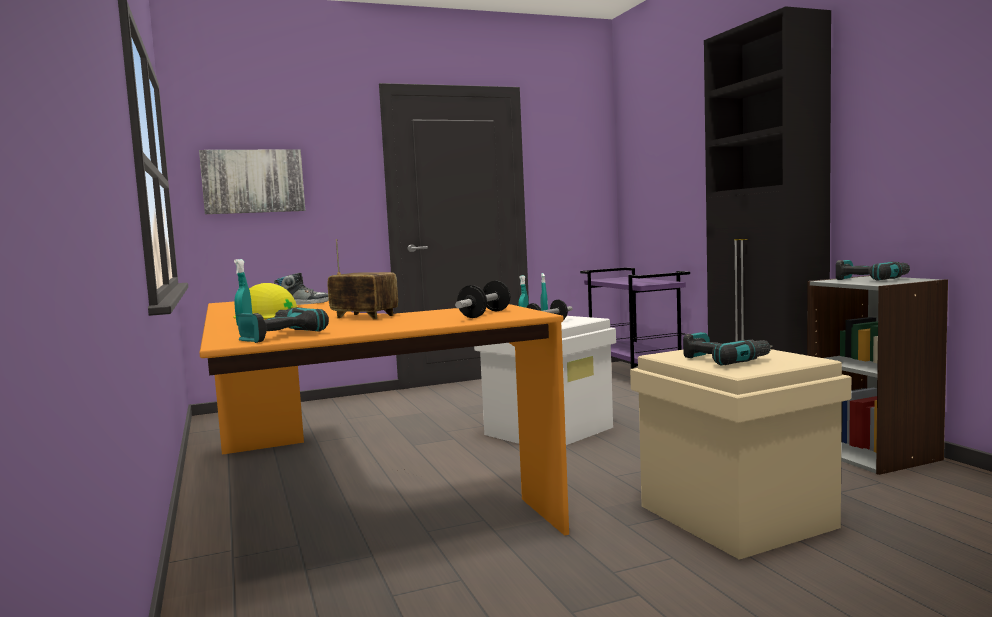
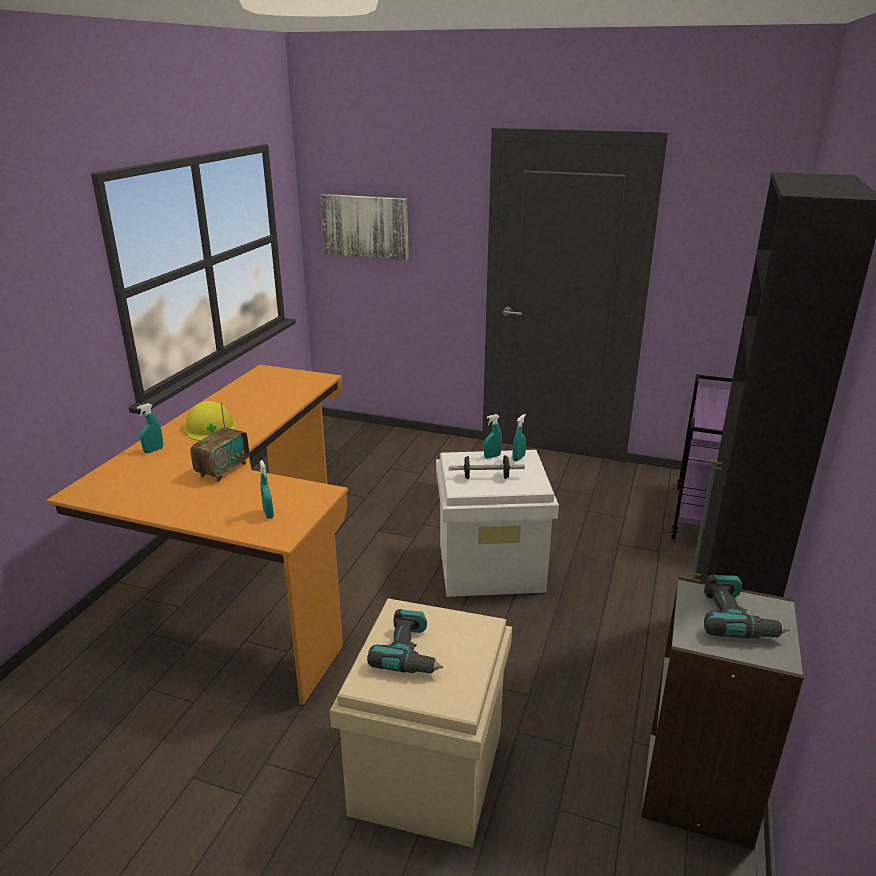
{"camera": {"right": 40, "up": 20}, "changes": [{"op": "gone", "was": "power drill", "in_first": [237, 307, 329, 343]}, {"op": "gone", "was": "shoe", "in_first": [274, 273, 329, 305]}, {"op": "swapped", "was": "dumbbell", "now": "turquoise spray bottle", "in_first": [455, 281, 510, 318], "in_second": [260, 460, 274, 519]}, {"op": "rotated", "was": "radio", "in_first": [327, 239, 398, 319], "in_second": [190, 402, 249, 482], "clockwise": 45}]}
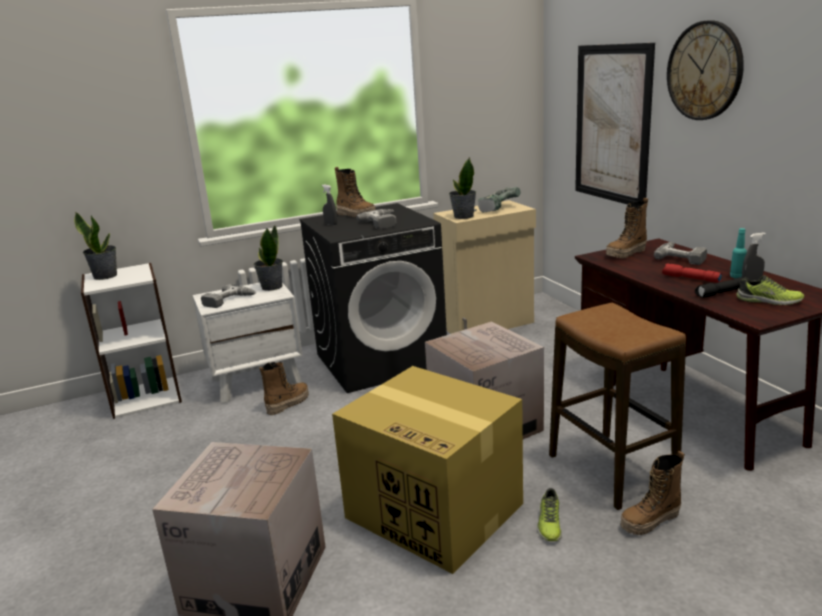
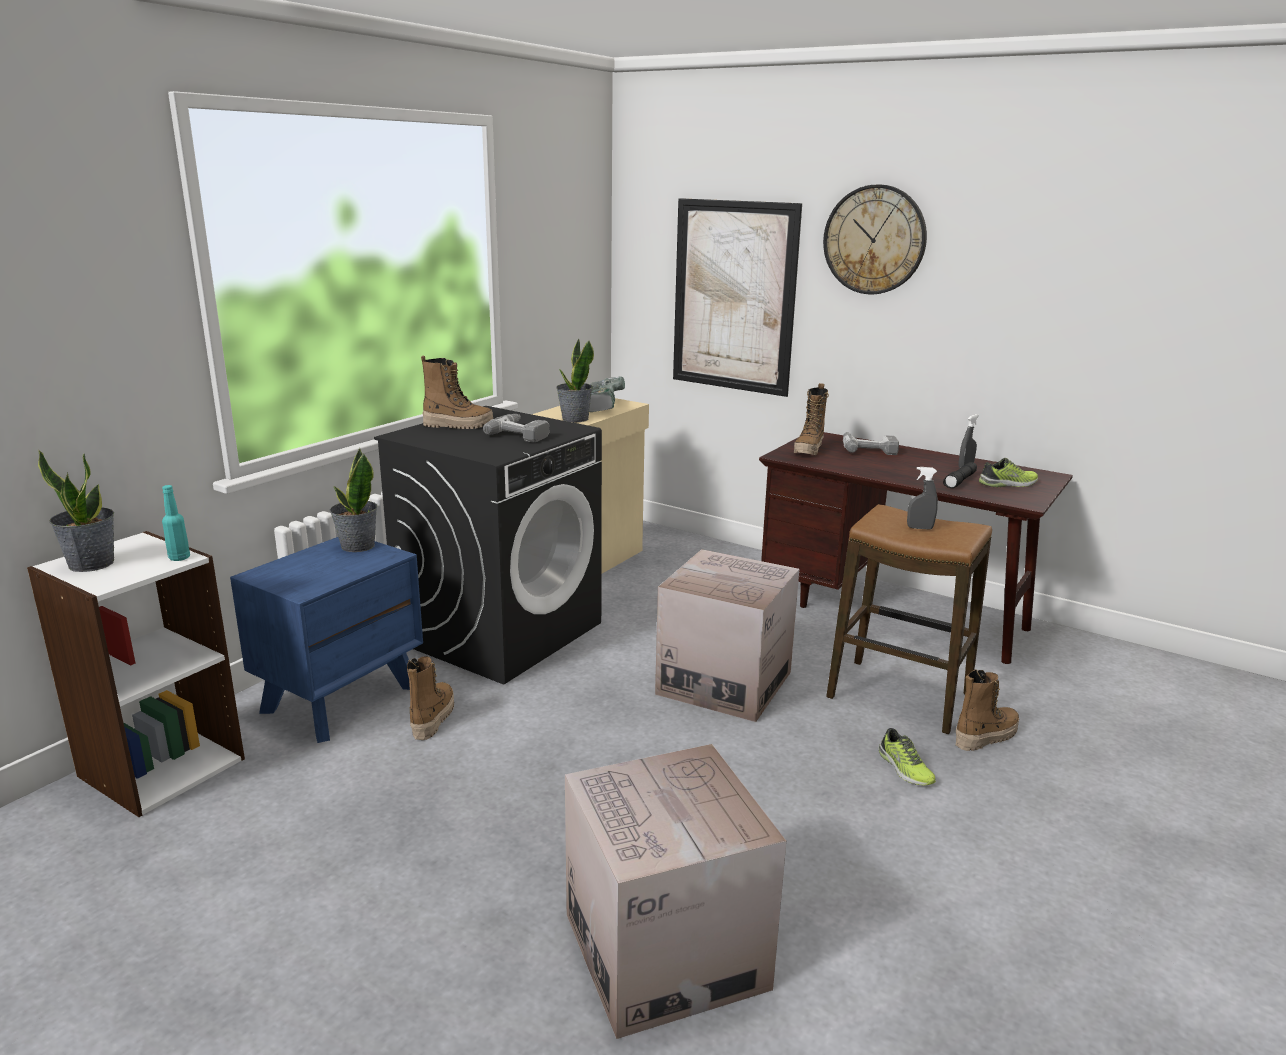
{"camera": {"right": -35, "up": 0}, "changes": [{"op": "gone", "was": "power drill", "in_first": [201, 285, 256, 308]}, {"op": "gone", "was": "cardboard box", "in_first": [332, 366, 523, 574]}, {"op": "gone", "was": "red flashlight", "in_first": [662, 263, 722, 283]}, {"op": "shifted", "was": "grey spray bottle", "in_first": [322, 185, 337, 226], "in_second": [907, 467, 938, 529]}, {"op": "shifted", "was": "turquoise bottle", "in_first": [730, 228, 747, 278], "in_second": [162, 485, 190, 561]}, {"op": "repainted", "was": "white nightstand", "now": "blue nightstand", "in_first": [193, 282, 303, 403], "in_second": [230, 537, 423, 743]}, {"op": "rotated", "was": "boot", "in_first": [621, 451, 685, 535], "in_second": [956, 669, 1019, 751], "clockwise": -150}]}
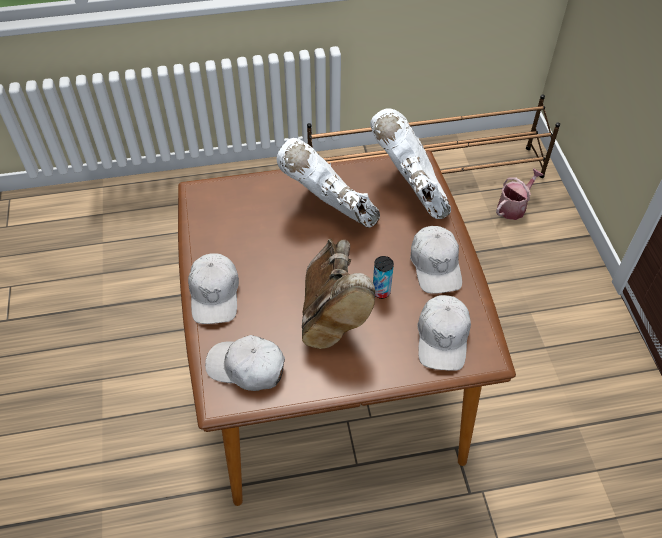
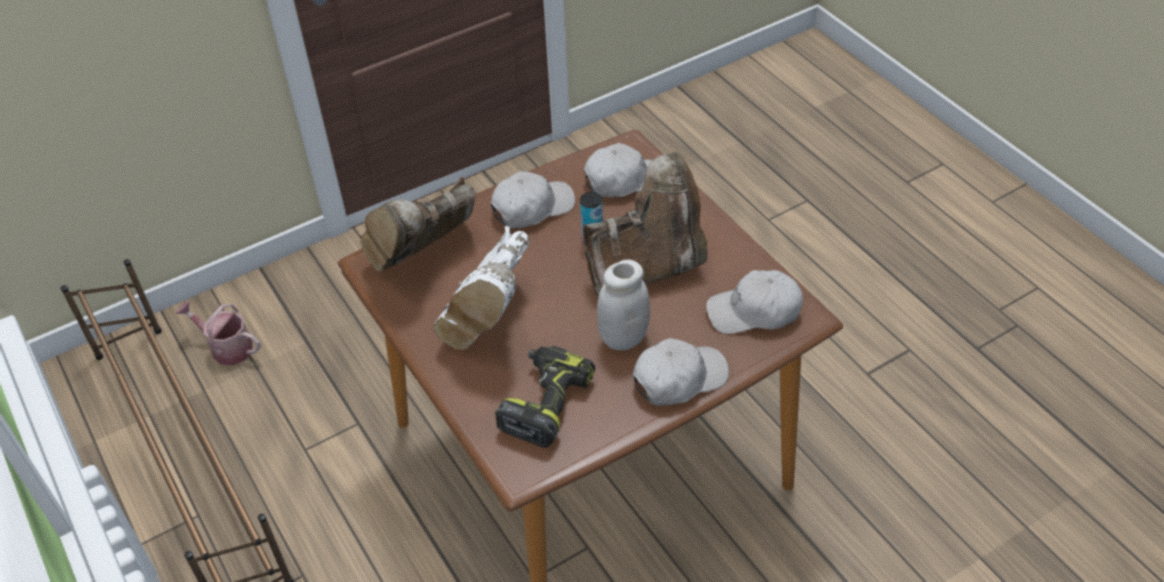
{"camera": {"right": -110, "up": -5}, "changes": [{"op": "new", "now": "power drill", "in_second": [495, 345, 595, 448]}, {"op": "new", "now": "white jar", "in_second": [597, 260, 650, 350]}, {"op": "repainted", "was": "white boot", "now": "brown boot", "in_first": [370, 108, 451, 219], "in_second": [360, 177, 476, 272]}, {"op": "rotated", "was": "white cap", "in_first": [205, 335, 285, 391], "in_second": [706, 270, 803, 334], "clockwise": 90}]}
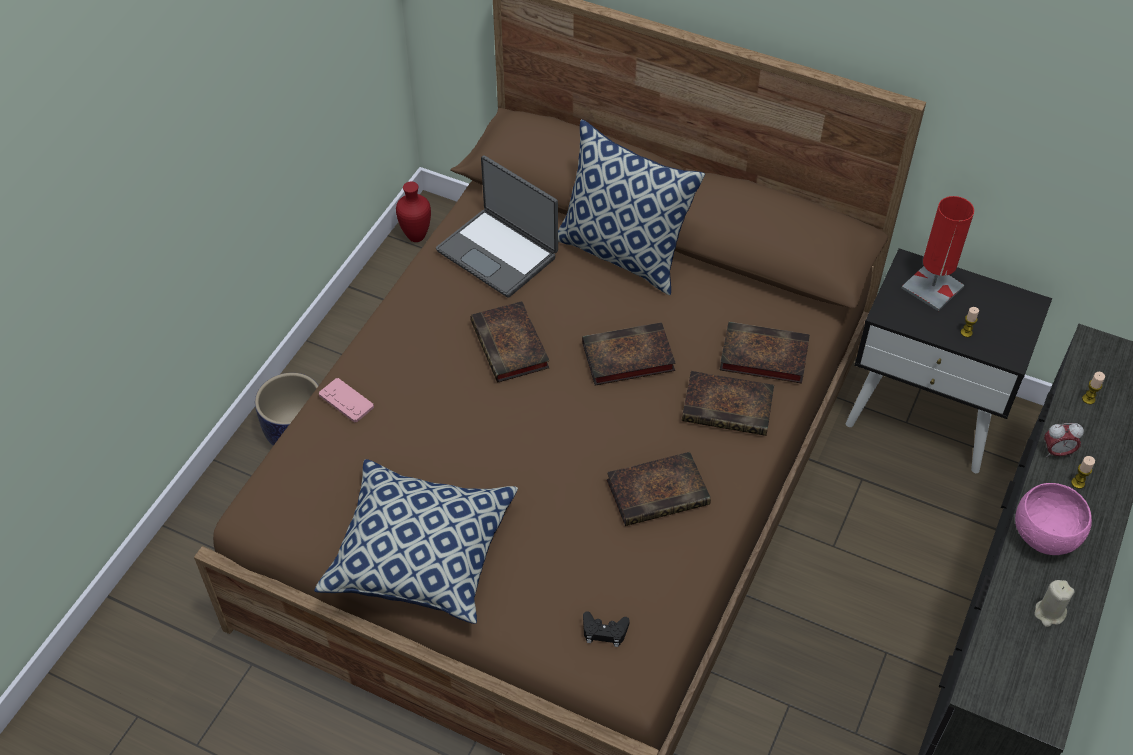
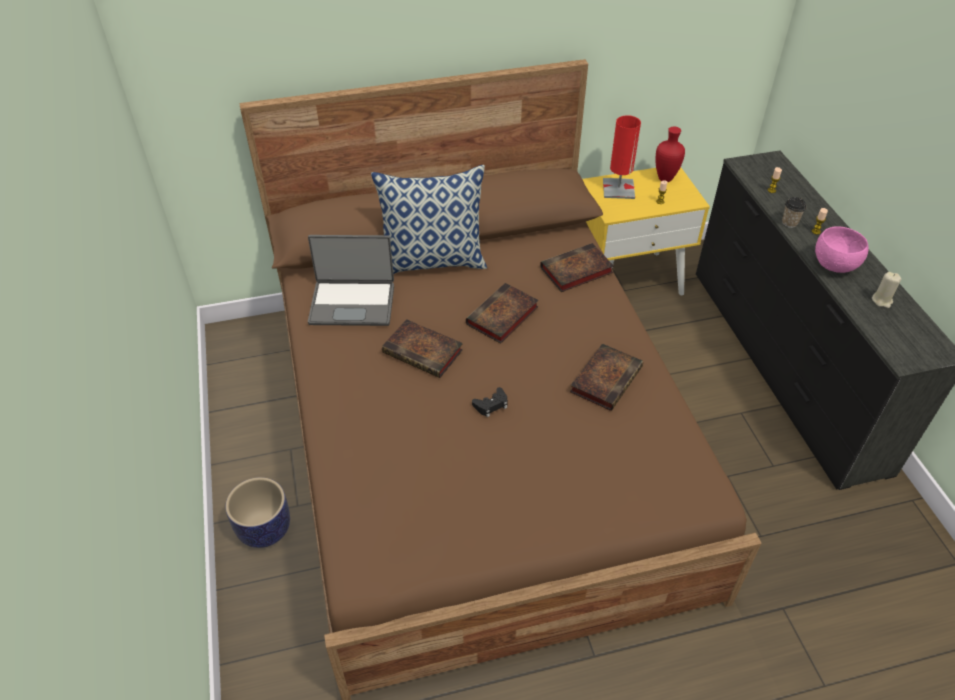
{"camera": {"right": -40, "up": -5}, "changes": [{"op": "gone", "was": "pillow", "in_first": [314, 459, 518, 624]}, {"op": "gone", "was": "pink game controller", "in_first": [319, 378, 374, 423]}, {"op": "gone", "was": "book", "in_first": [682, 371, 774, 436]}, {"op": "shifted", "was": "red vase", "in_first": [396, 182, 431, 242], "in_second": [656, 127, 685, 182]}, {"op": "shifted", "was": "black game controller", "in_first": [583, 612, 630, 647], "in_second": [472, 387, 508, 417]}, {"op": "swapped", "was": "alarm clock", "now": "cup", "in_first": [1044, 423, 1084, 457], "in_second": [782, 197, 806, 228]}, {"op": "repainted", "was": "black nightstand", "now": "yellow nightstand", "in_first": [846, 248, 1052, 473], "in_second": [582, 167, 710, 295]}]}
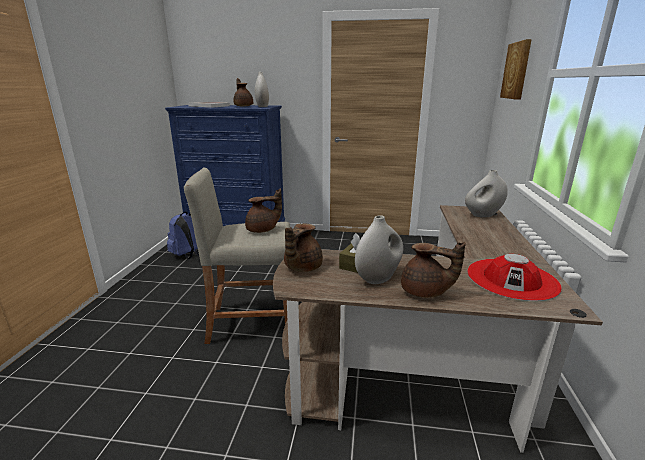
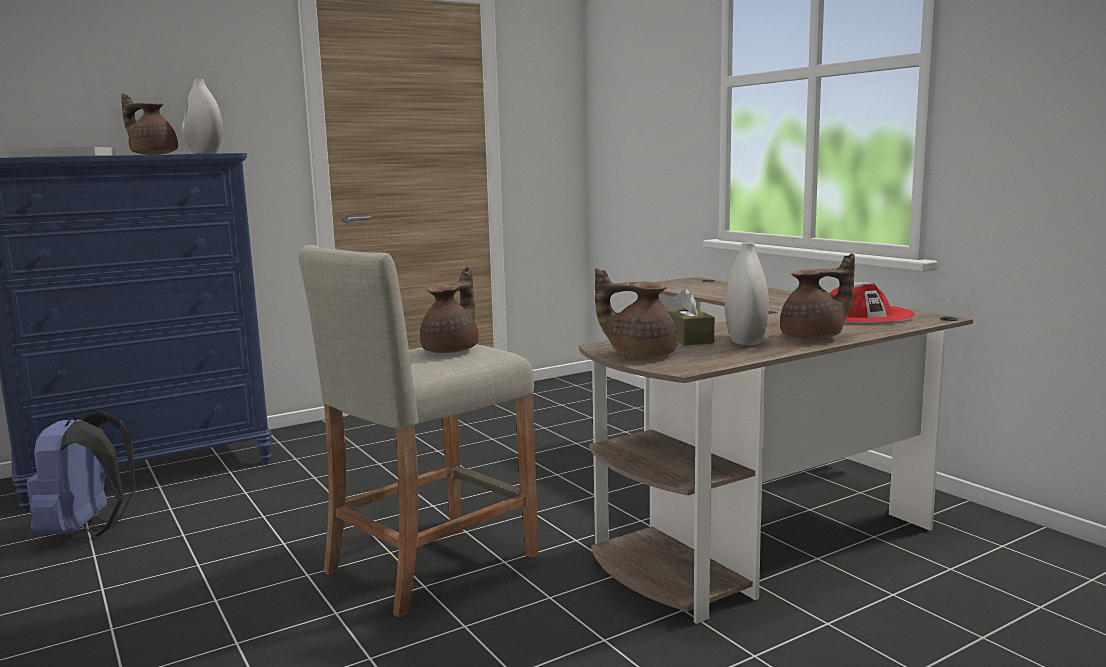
{"camera": {"right": -40, "up": -10}, "changes": [{"op": "gone", "was": "white vase", "in_first": [465, 170, 508, 218]}, {"op": "gone", "was": "picture", "in_first": [500, 39, 532, 100]}, {"op": "rotated", "was": "brown teapot", "in_first": [284, 223, 323, 272], "in_second": [595, 268, 677, 358], "clockwise": 120}]}
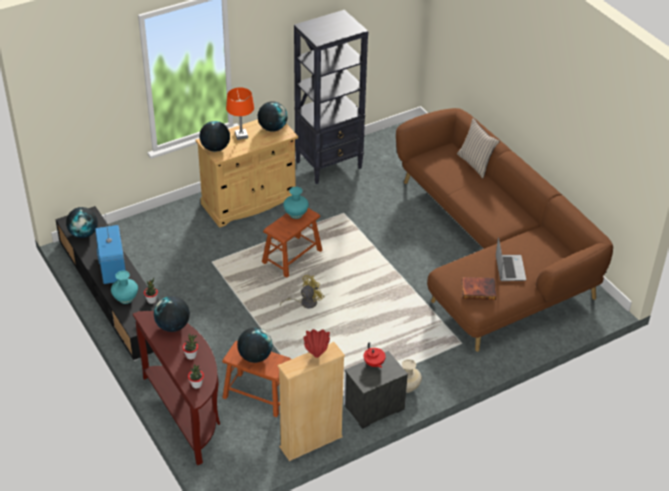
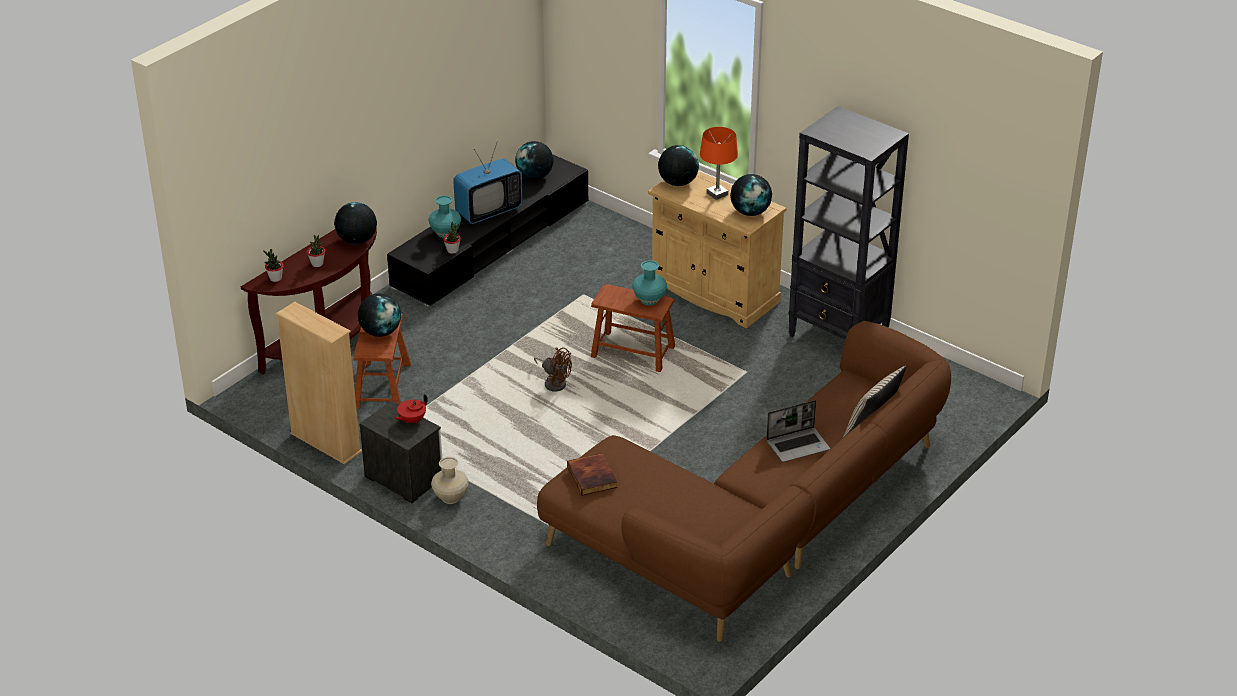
{"camera": {"right": 70, "up": -5}, "changes": [{"op": "gone", "was": "red vase", "in_first": [303, 329, 330, 358]}, {"op": "shifted", "was": "laptop", "in_first": [496, 237, 526, 281], "in_second": [766, 400, 830, 462]}, {"op": "repainted", "was": "yellow fan", "now": "brown fan", "in_first": [280, 275, 324, 308], "in_second": [534, 347, 572, 392]}]}
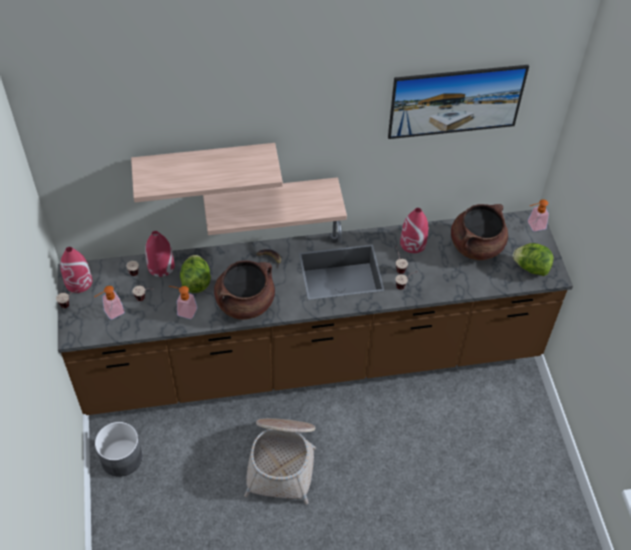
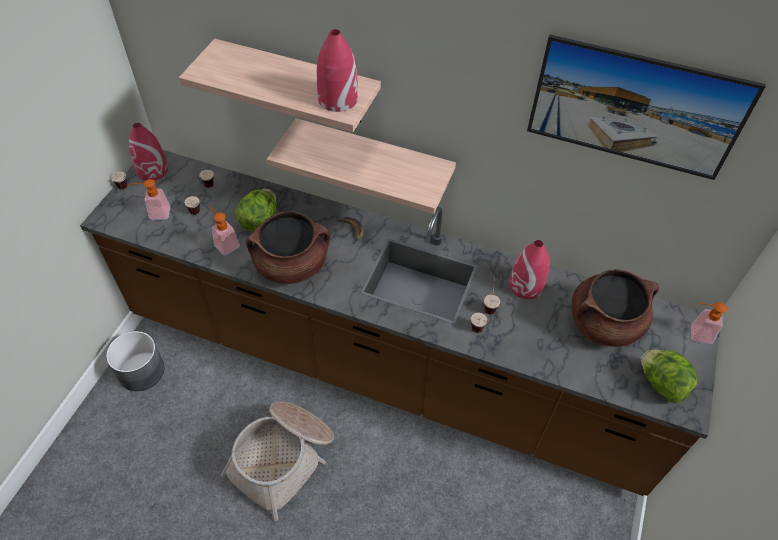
{"camera": {"right": 30, "up": 0}, "changes": [{"op": "shifted", "was": "red vase", "in_first": [145, 231, 175, 277], "in_second": [317, 29, 358, 112]}]}
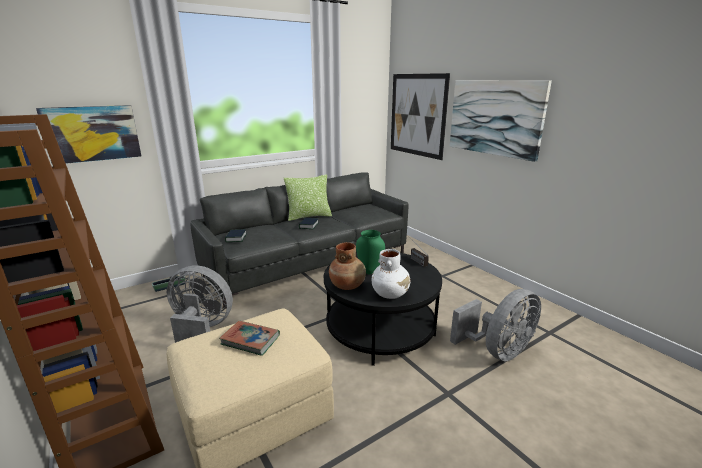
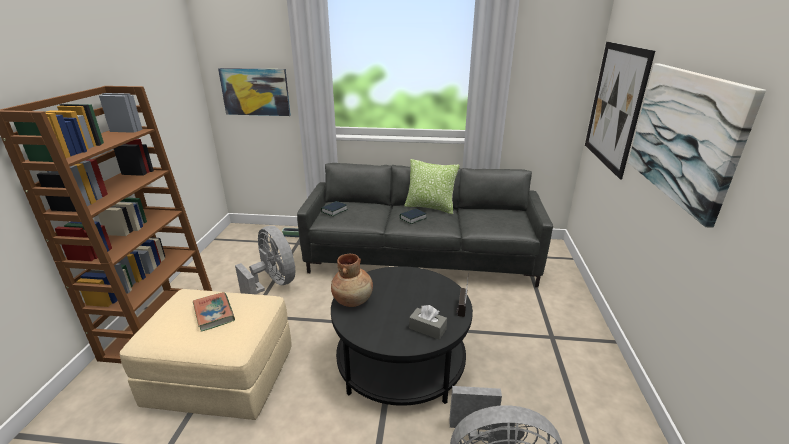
{"camera": {"right": 40, "up": 5}, "changes": [{"op": "gone", "was": "green vase", "in_first": [356, 230, 385, 274]}, {"op": "gone", "was": "white vase", "in_first": [372, 249, 410, 299]}, {"op": "new", "now": "grey tissue box", "in_second": [409, 305, 447, 340]}]}
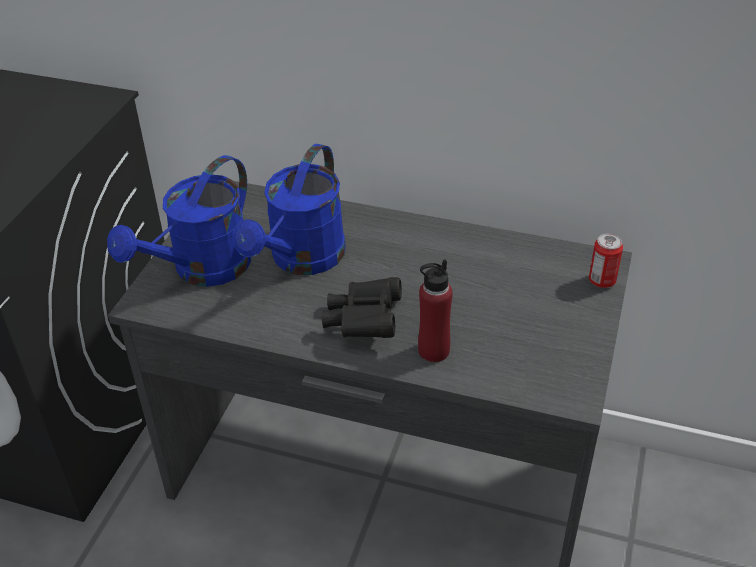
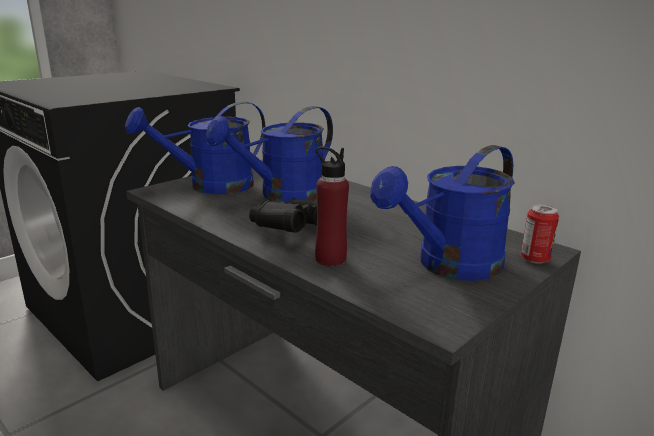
{"camera": {"right": 25, "up": -20}, "changes": [{"op": "new", "now": "blue watering can", "in_second": [370, 145, 515, 281]}]}
